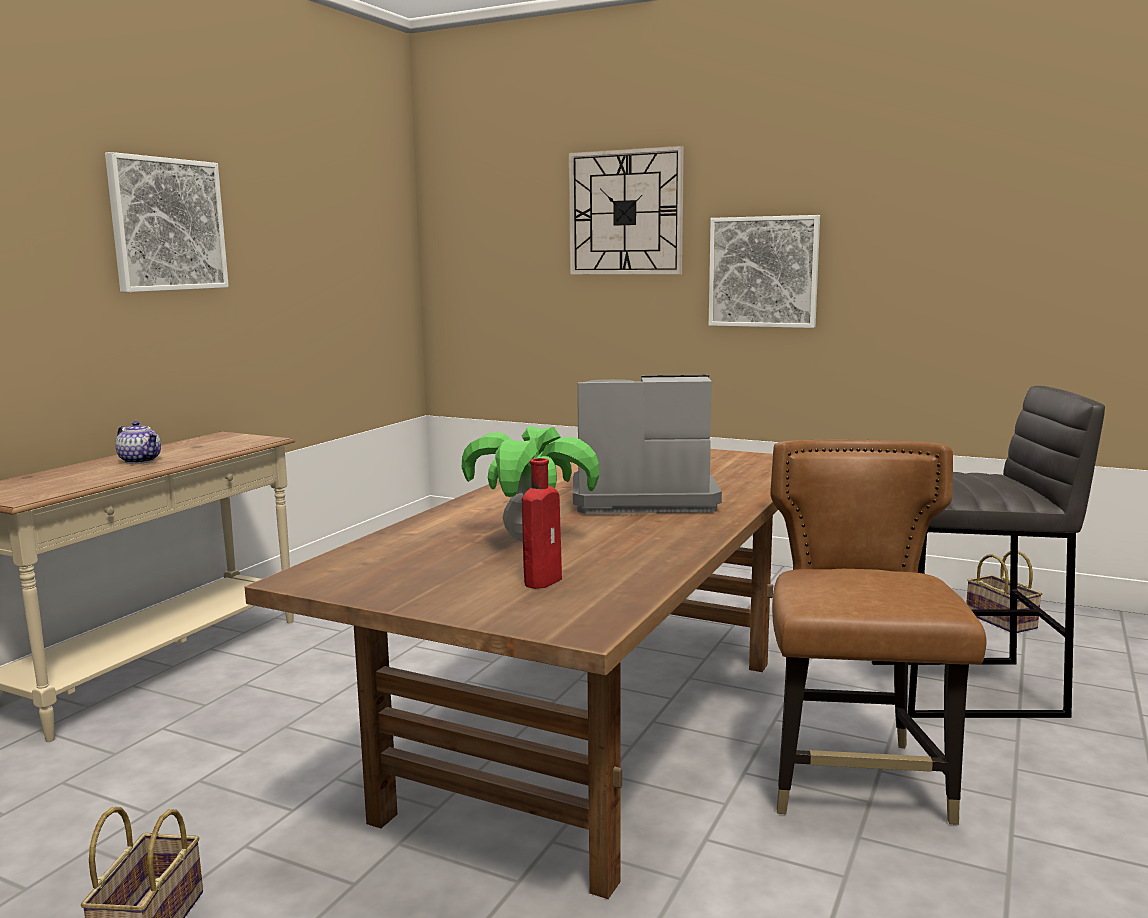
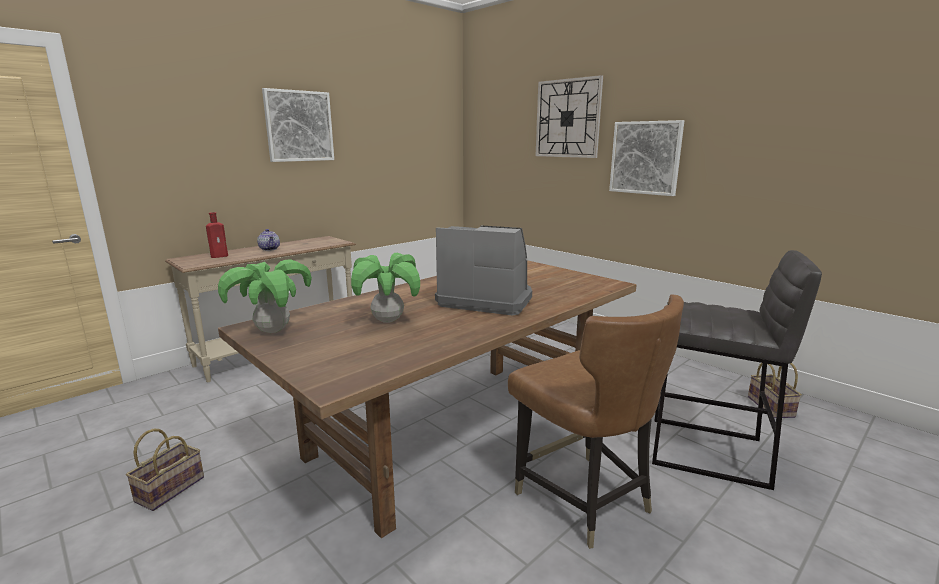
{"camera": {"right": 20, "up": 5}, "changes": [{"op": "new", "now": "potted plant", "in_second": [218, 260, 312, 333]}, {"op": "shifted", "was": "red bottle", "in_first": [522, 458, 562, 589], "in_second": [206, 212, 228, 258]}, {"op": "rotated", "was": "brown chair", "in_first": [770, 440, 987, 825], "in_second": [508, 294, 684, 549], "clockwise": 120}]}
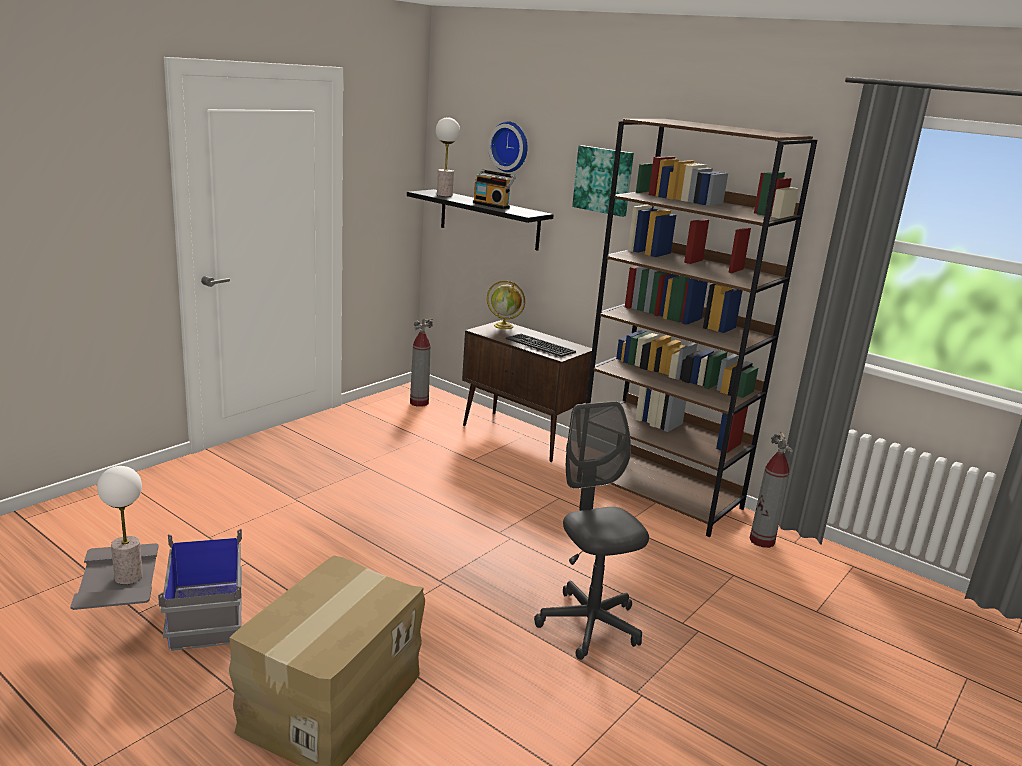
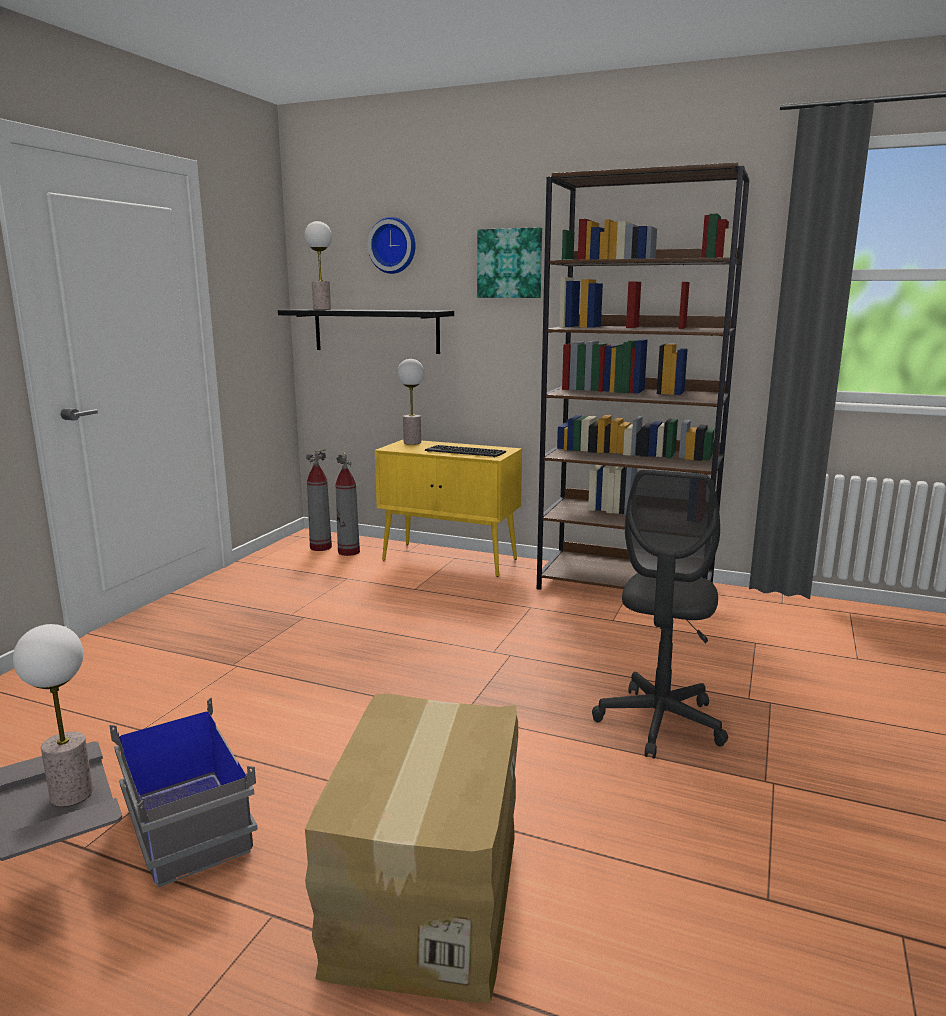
{"camera": {"right": -15, "up": -5}, "changes": [{"op": "gone", "was": "radio", "in_first": [473, 169, 516, 209]}, {"op": "shifted", "was": "fire extinguisher", "in_first": [750, 431, 793, 548], "in_second": [336, 451, 360, 556]}, {"op": "swapped", "was": "globe", "now": "table lamp", "in_first": [487, 281, 525, 329], "in_second": [397, 359, 425, 445]}, {"op": "repainted", "was": "brown cabinet", "now": "yellow cabinet", "in_first": [462, 320, 592, 462], "in_second": [375, 439, 522, 577]}, {"op": "rotated", "was": "grey office chair", "in_first": [534, 401, 649, 660], "in_second": [592, 469, 728, 759], "clockwise": -120}]}
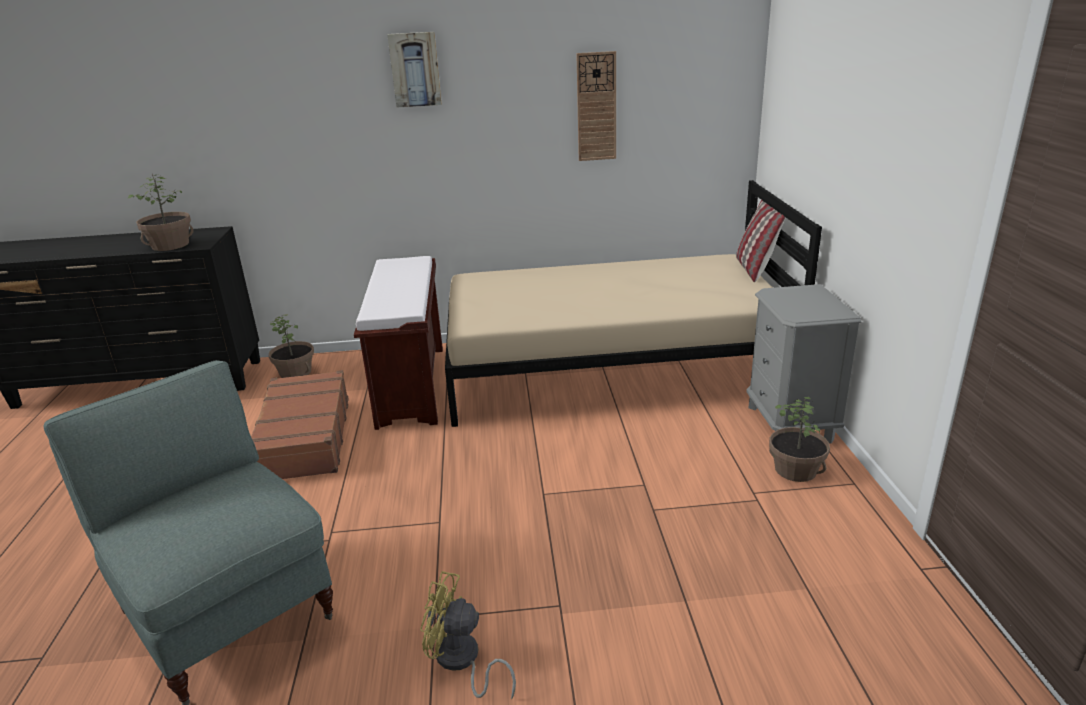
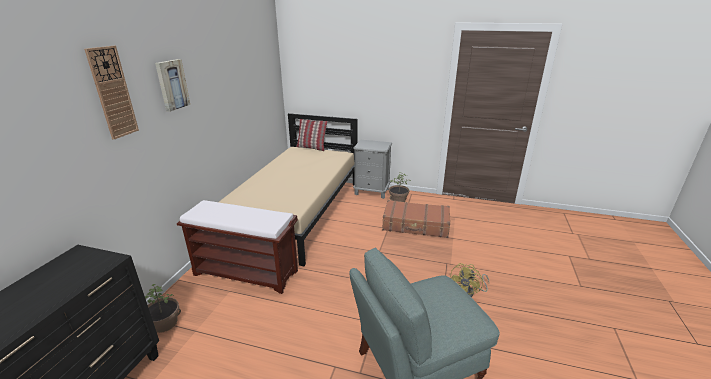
{"camera": {"right": -70, "up": 0}, "changes": [{"op": "gone", "was": "potted plant", "in_first": [128, 174, 194, 251]}, {"op": "shifted", "was": "brown suitcase", "in_first": [251, 370, 349, 479], "in_second": [382, 200, 450, 238]}, {"op": "shifted", "was": "wall clock", "in_first": [576, 51, 616, 161], "in_second": [84, 46, 139, 140]}]}
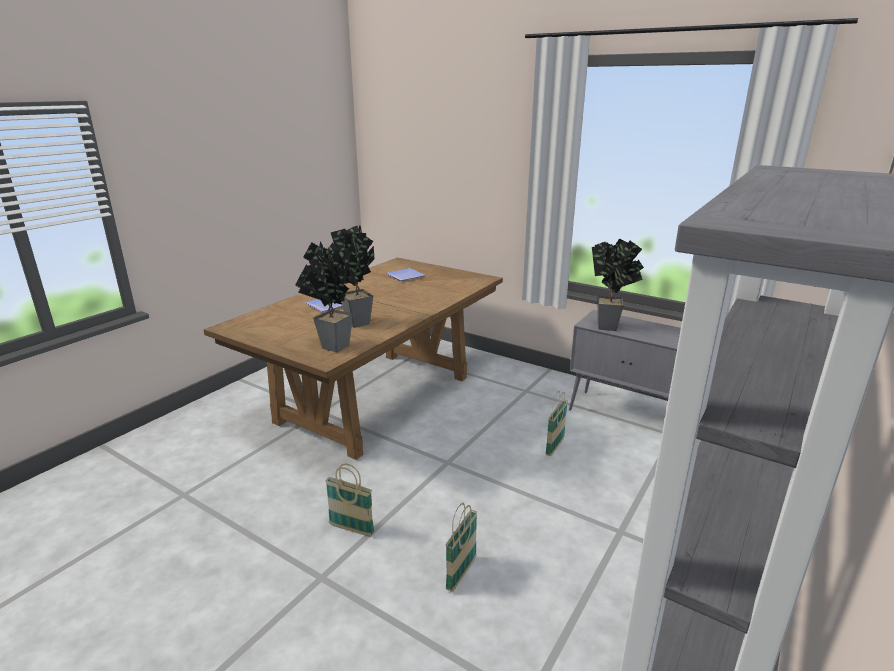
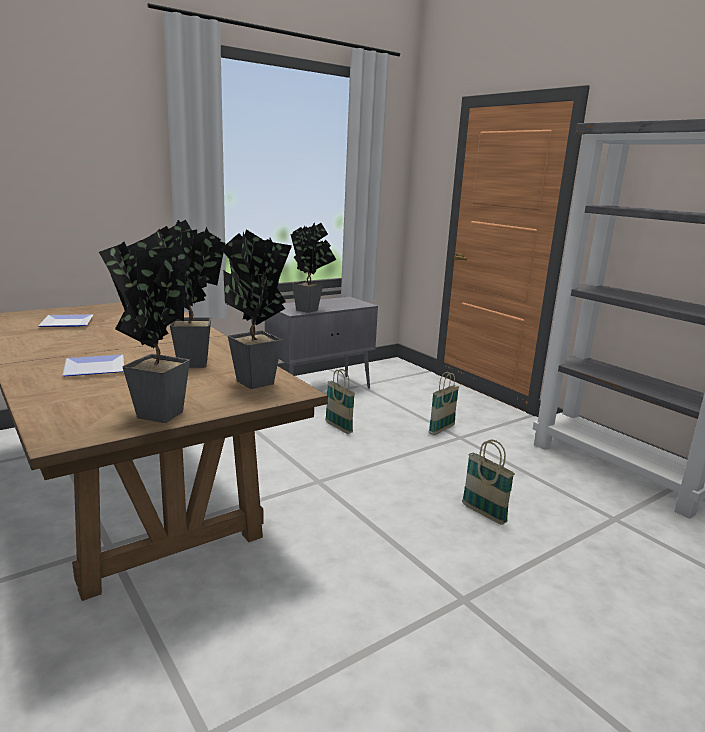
{"camera": {"right": -70, "up": -5}, "changes": [{"op": "new", "now": "potted plant", "in_second": [99, 234, 192, 423]}, {"op": "shifted", "was": "basket", "in_first": [325, 464, 375, 536], "in_second": [429, 372, 459, 435]}]}
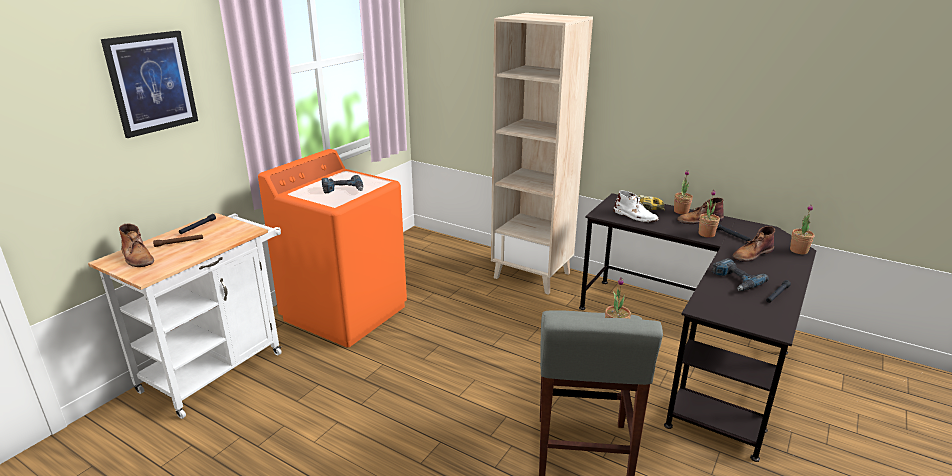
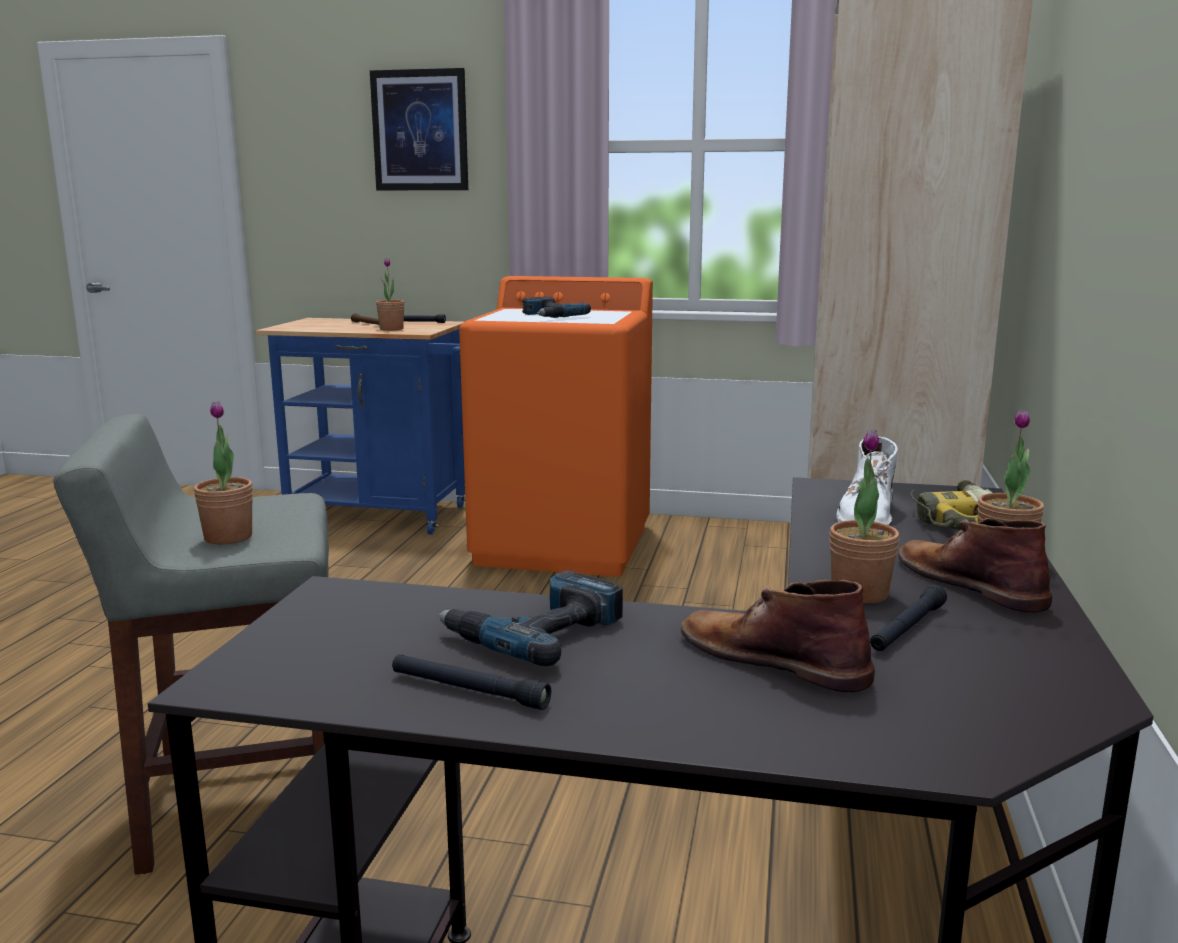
{"camera": {"right": 70, "up": -10}, "changes": [{"op": "gone", "was": "brown boot", "in_first": [119, 224, 154, 267]}, {"op": "shifted", "was": "potted plant", "in_first": [790, 204, 815, 254], "in_second": [376, 258, 404, 331]}, {"op": "repainted", "was": "white cart", "now": "blue cart", "in_first": [88, 213, 282, 419], "in_second": [256, 318, 465, 534]}]}
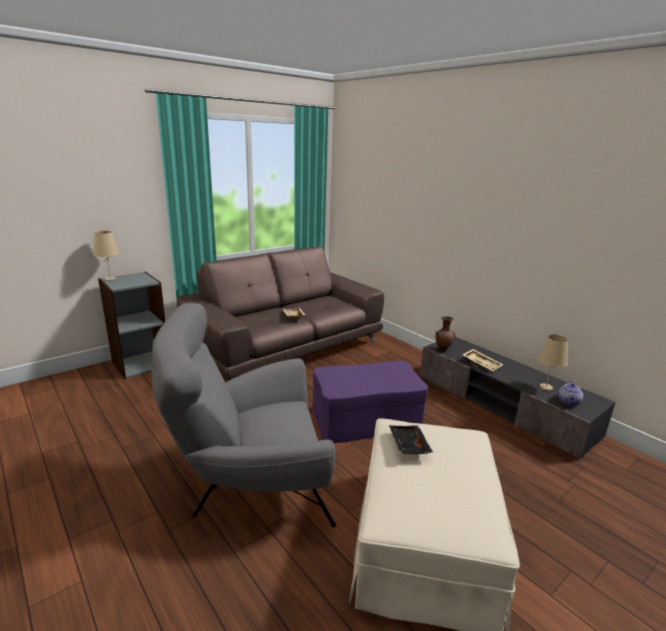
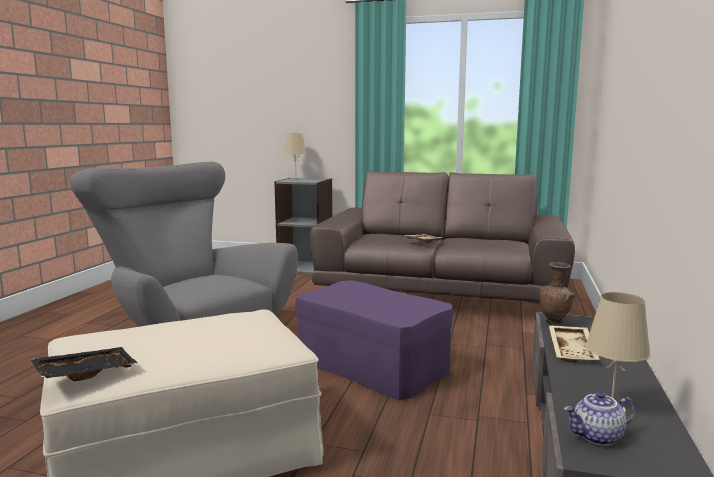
{"camera": {"right": 55, "up": -10}, "changes": [{"op": "shifted", "was": "black tray", "in_first": [389, 425, 433, 454], "in_second": [30, 347, 138, 381]}]}
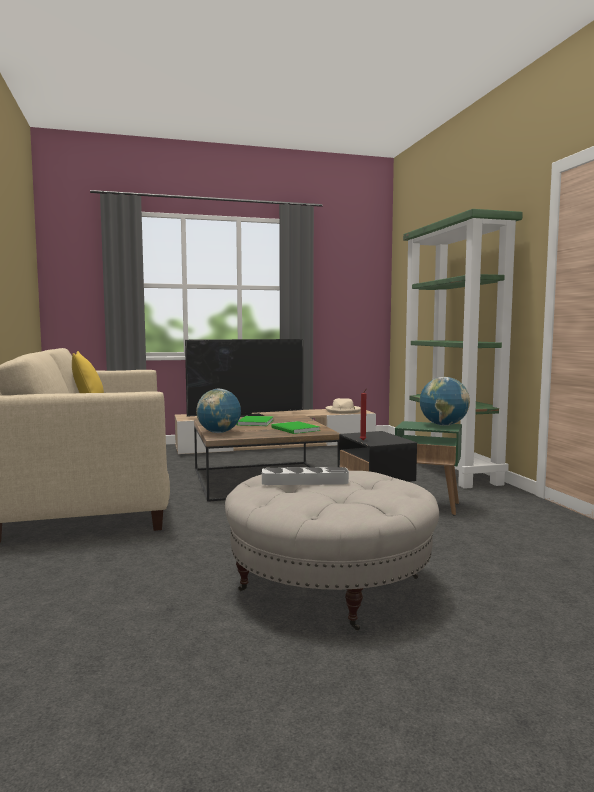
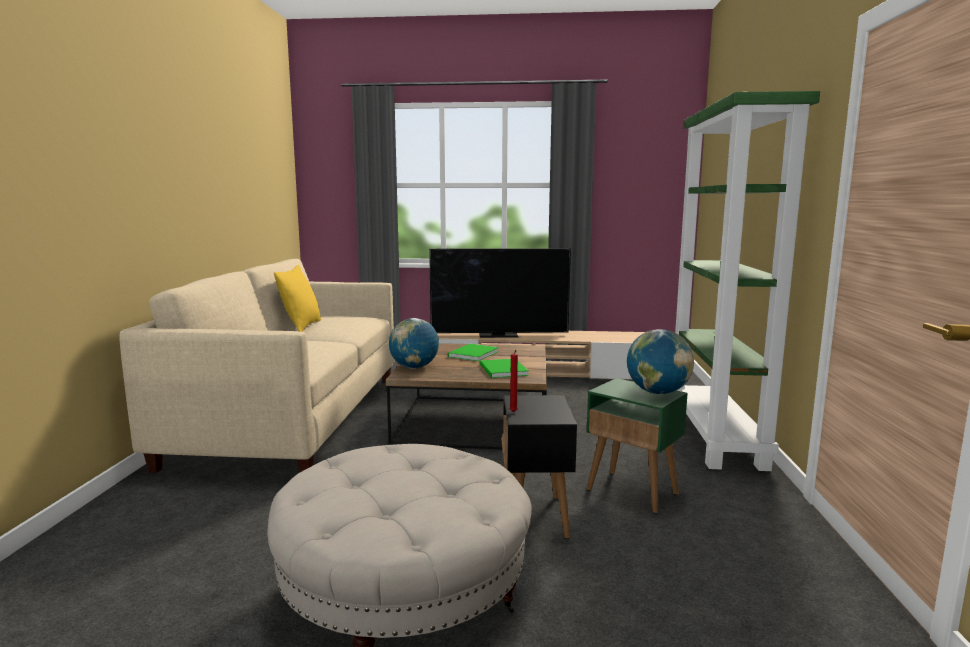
{"camera": {"right": 20, "up": 5}, "changes": [{"op": "gone", "was": "grey tray", "in_first": [262, 467, 349, 485]}, {"op": "gone", "was": "beige hat", "in_first": [325, 398, 361, 414]}]}
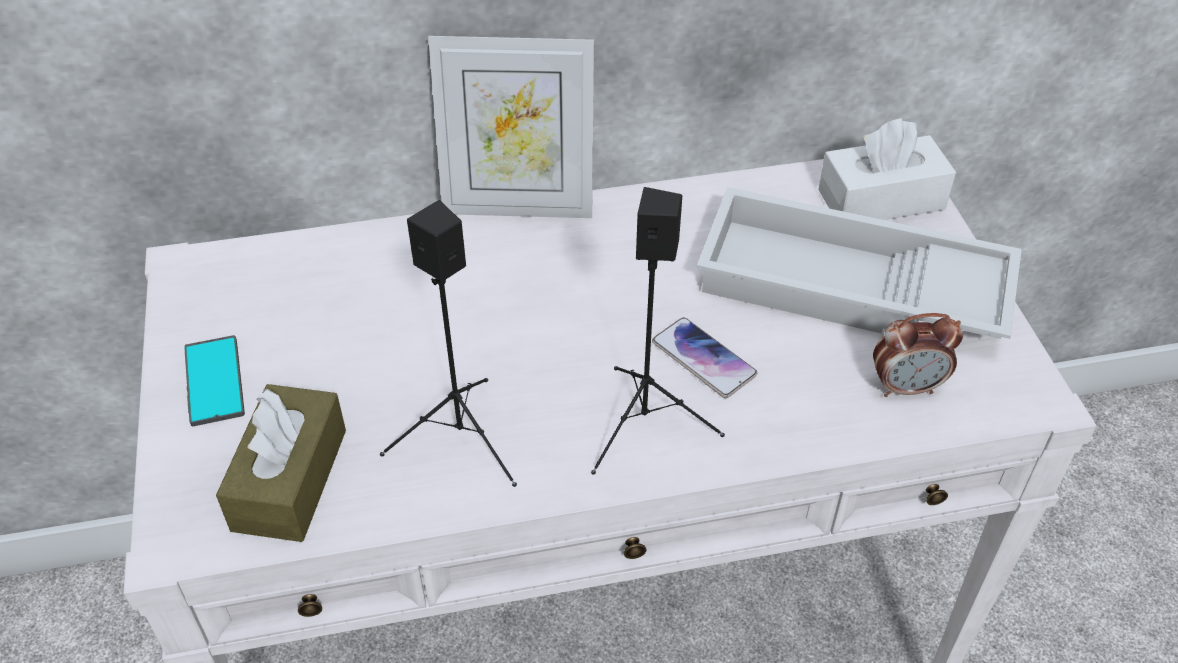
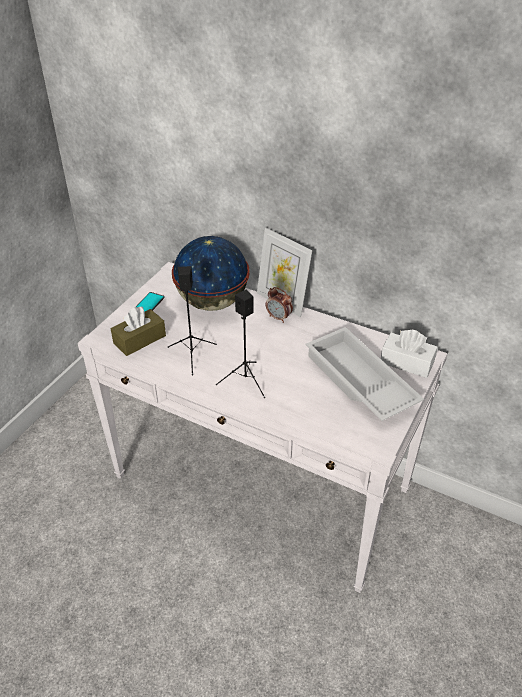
{"camera": {"right": 40, "up": -5}, "changes": [{"op": "gone", "was": "phone", "in_first": [652, 317, 757, 398]}, {"op": "new", "now": "globe", "in_second": [172, 236, 250, 311]}, {"op": "shifted", "was": "alarm clock", "in_first": [873, 313, 963, 397], "in_second": [266, 287, 293, 323]}]}
